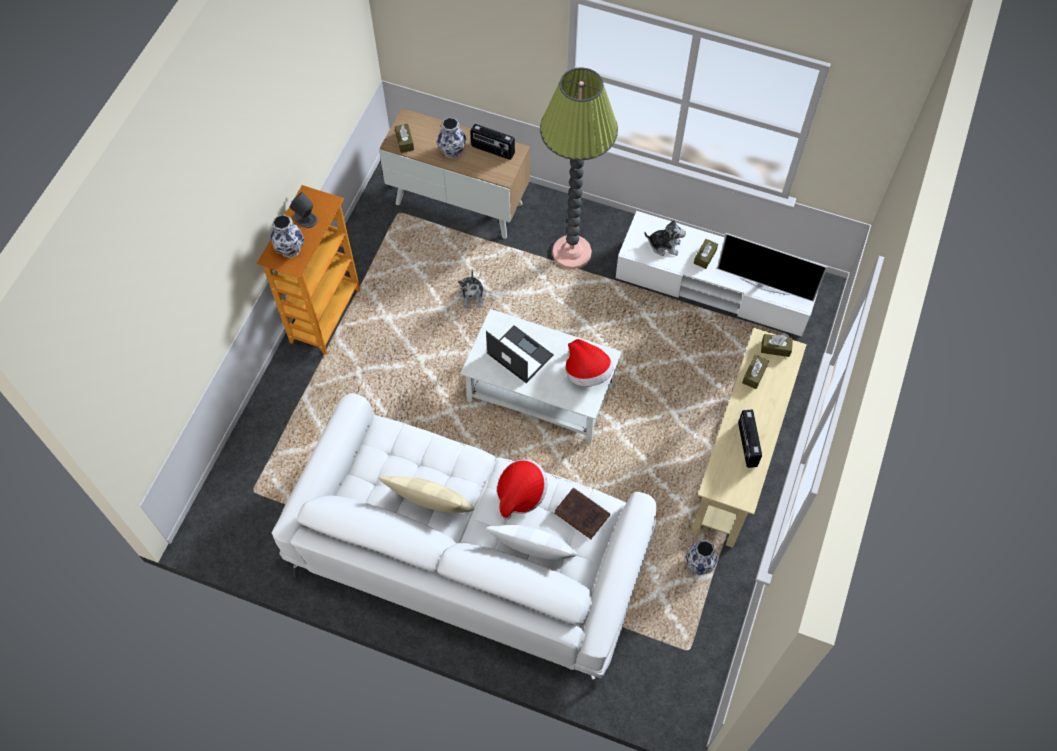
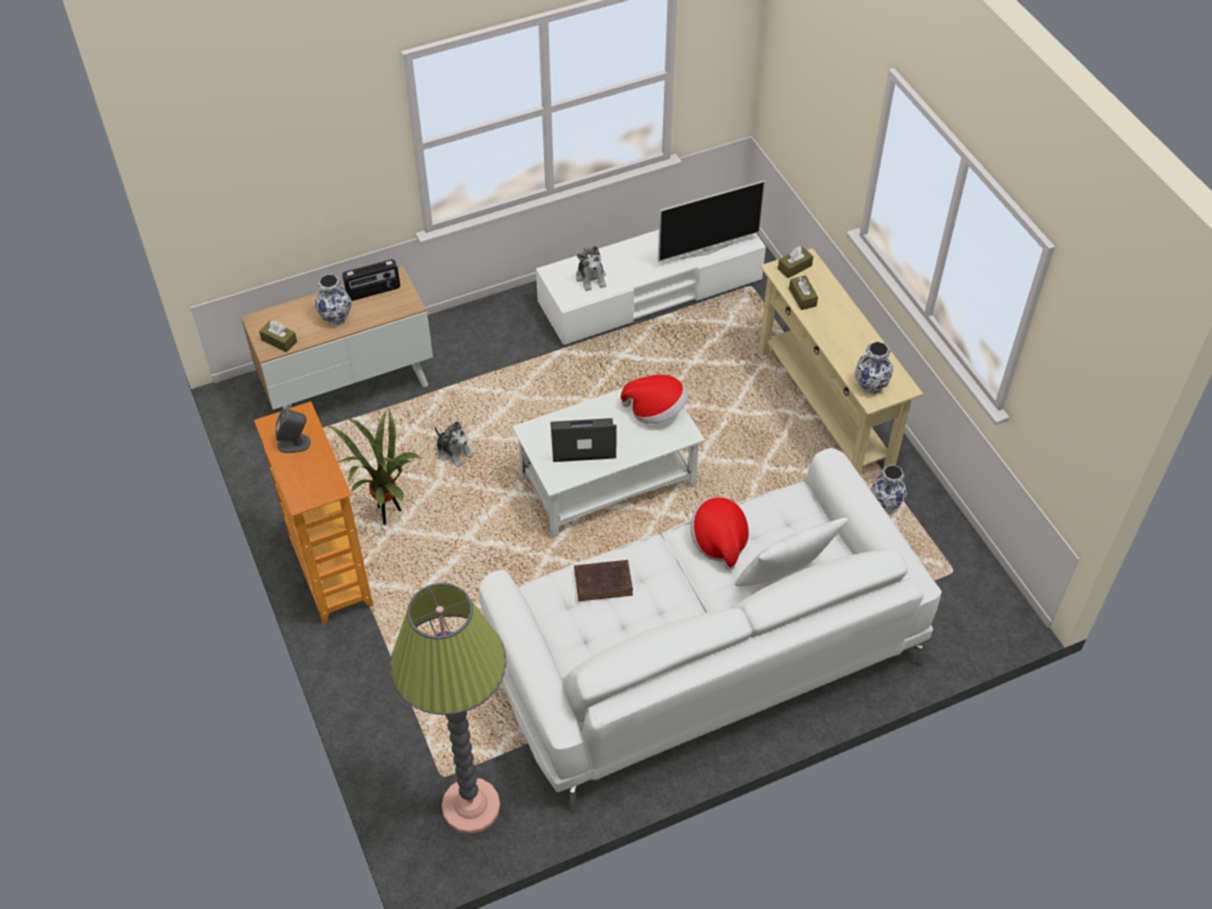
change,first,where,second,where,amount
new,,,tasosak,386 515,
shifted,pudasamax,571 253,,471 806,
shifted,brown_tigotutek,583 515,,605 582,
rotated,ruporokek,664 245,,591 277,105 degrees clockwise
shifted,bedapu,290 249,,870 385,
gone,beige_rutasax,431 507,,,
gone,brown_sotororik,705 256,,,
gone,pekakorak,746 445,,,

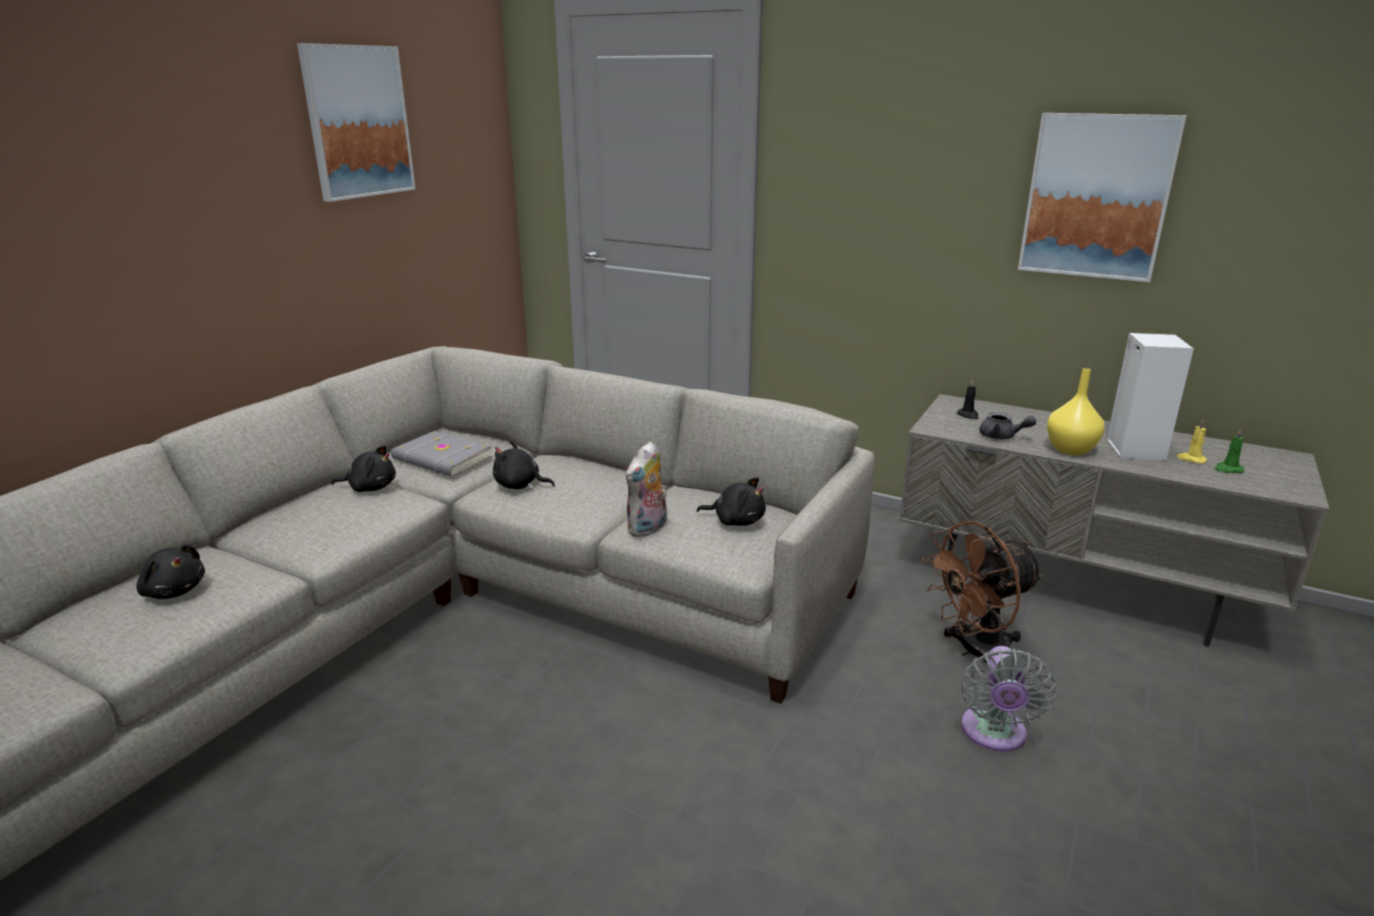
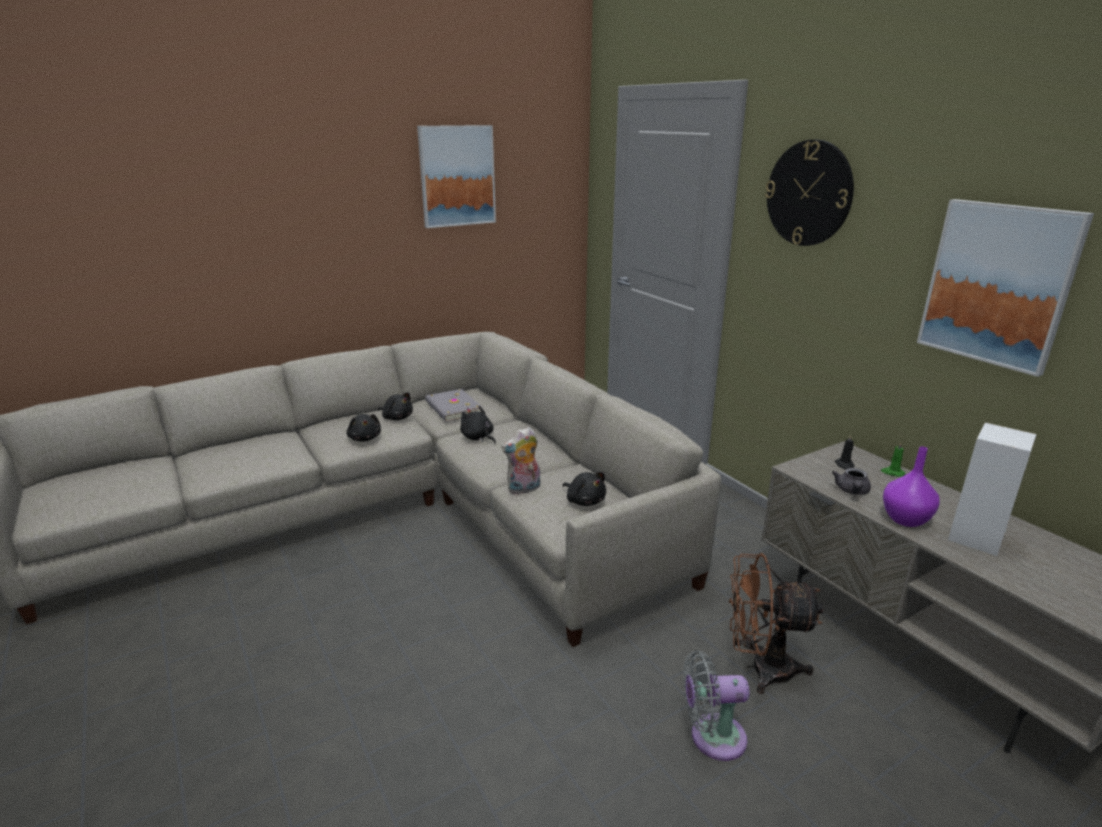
change,first,where,second,where,amount
shifted,black_ruporokek,174 591,,365 438,
rotated,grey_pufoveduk,993 734,,712 737,45 degrees clockwise
new,,,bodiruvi,809 193,
rotated,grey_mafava,1002 437,,852 491,45 degrees clockwise
shifted,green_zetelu,1228 469,,892 472,
repainted,yellow_bedapu,1069 449,purple_bedapu,904 519,
gone,yellow_zetelu,1191 459,,,

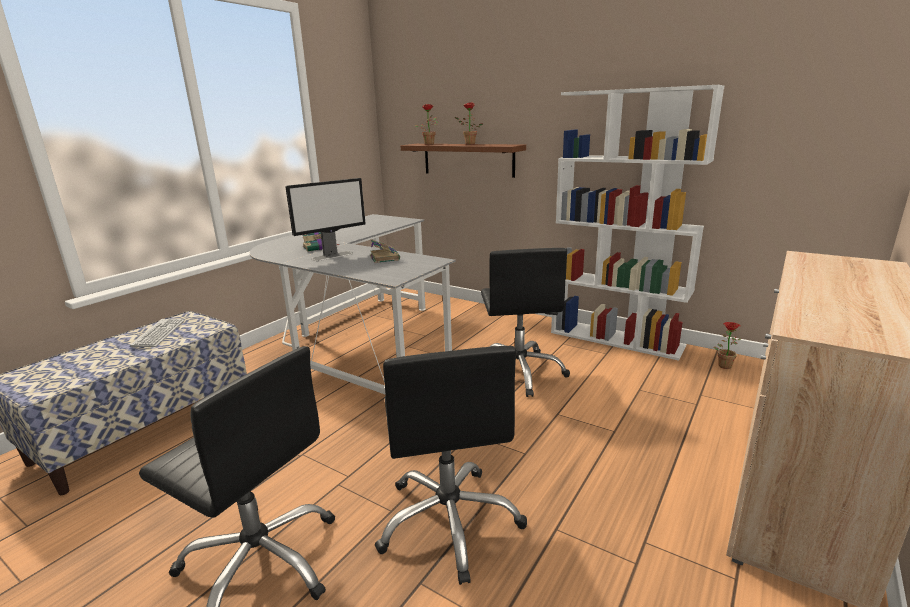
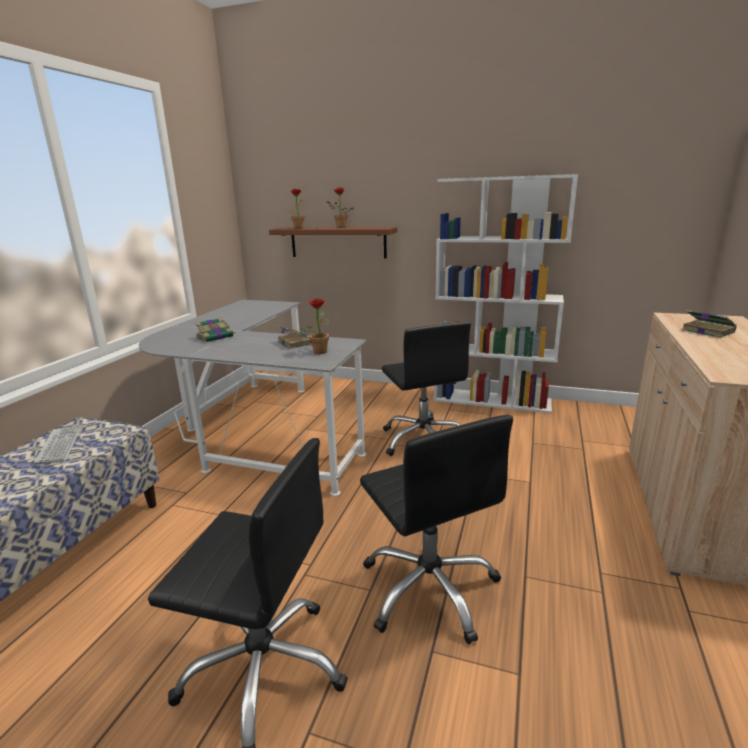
change,first,where,second,where,amount
shifted,tasosak,723 365,,320 351,
new,,,tigotutek,706 331,
gone,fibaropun,332 256,,,

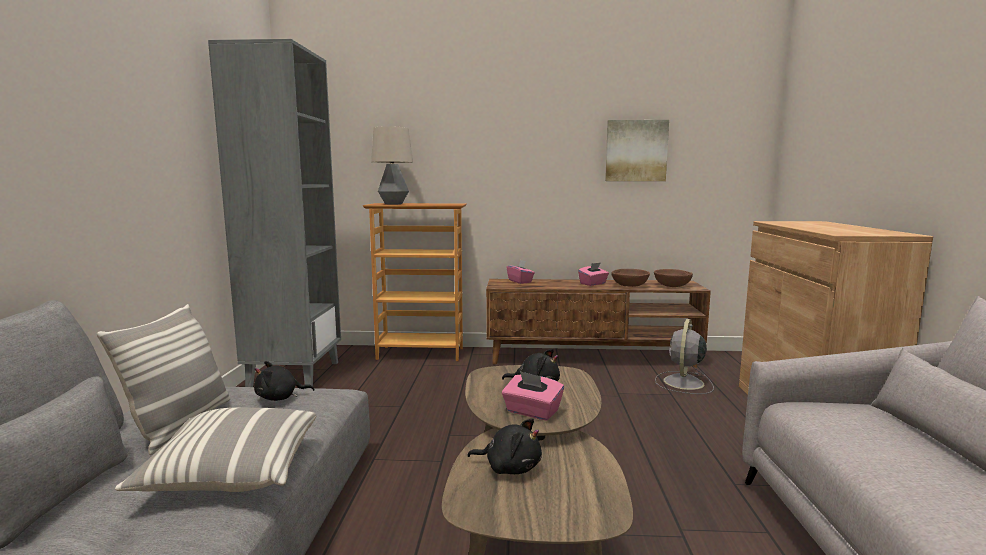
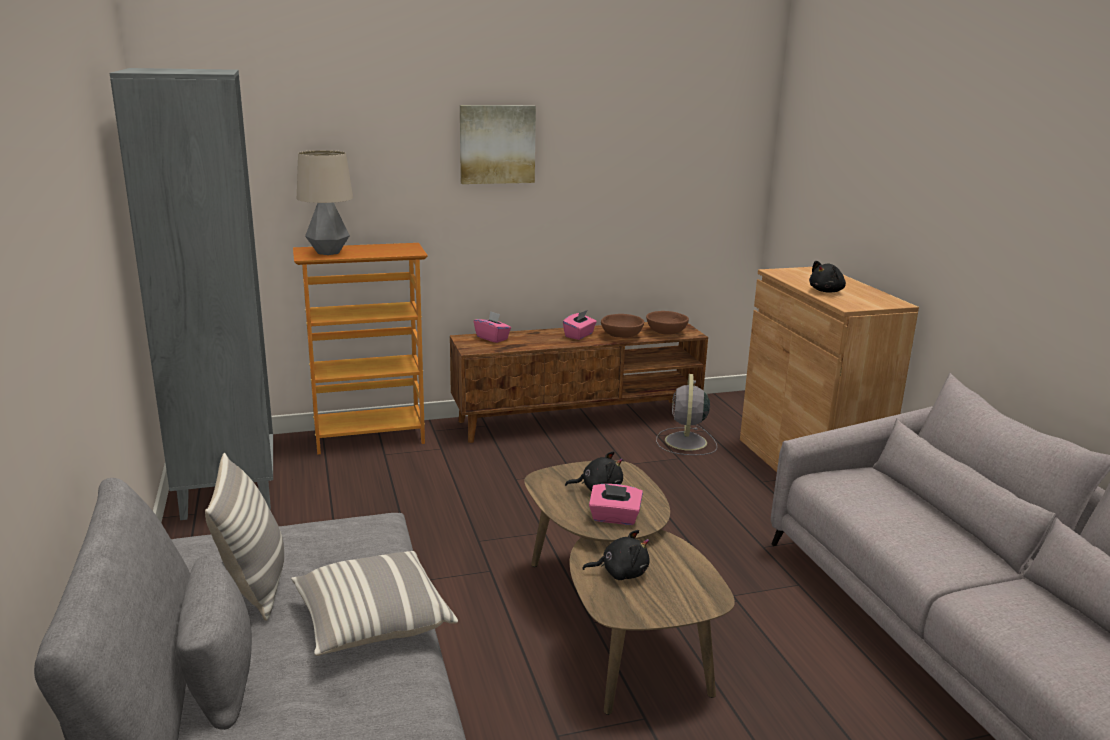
change,first,where,second,where,amount
shifted,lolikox,636 151,,497 144,
shifted,black_ruporokek,280 398,,827 291,

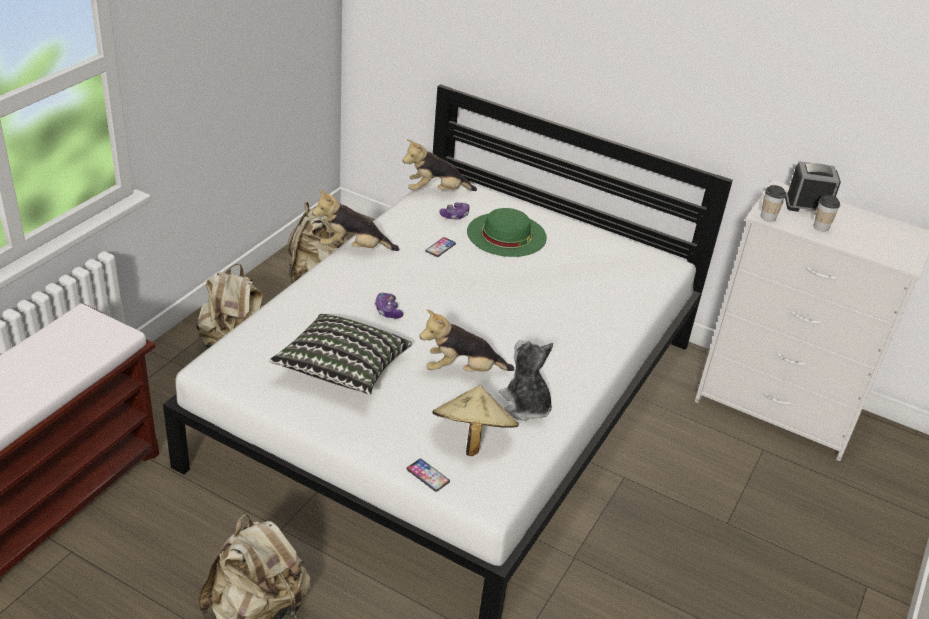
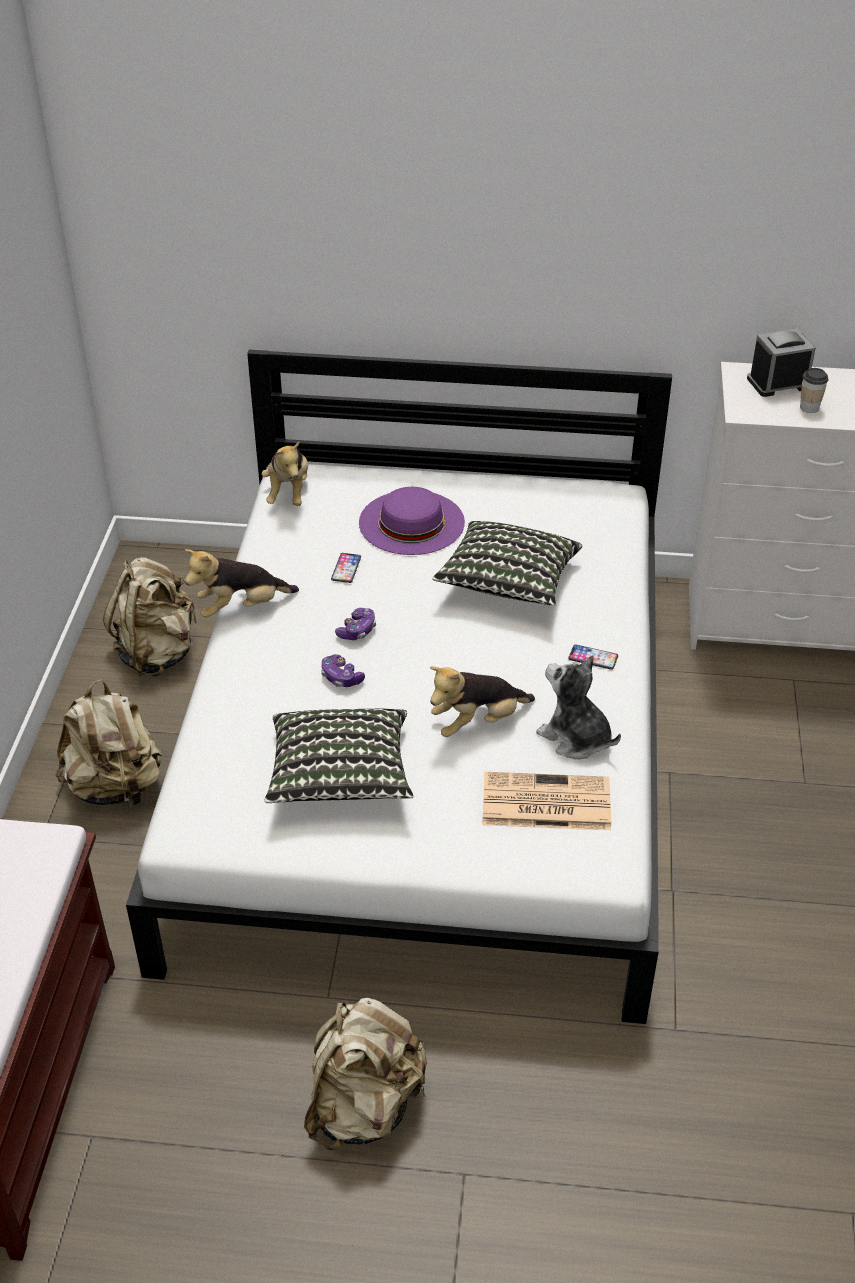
change,first,where,second,where,amount
rotated,ruporokek,436 192,,288 492,60 degrees counterclockwise
shifted,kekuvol,455 216,,357 630,
repainted,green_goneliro,506 234,purple_goneliro,411 522,
new,,,rutasax,508 583,
swapped,beige_goneliro,472 438,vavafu,544 803,
shifted,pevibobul,428 475,,593 658,
gone,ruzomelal,768 217,,,

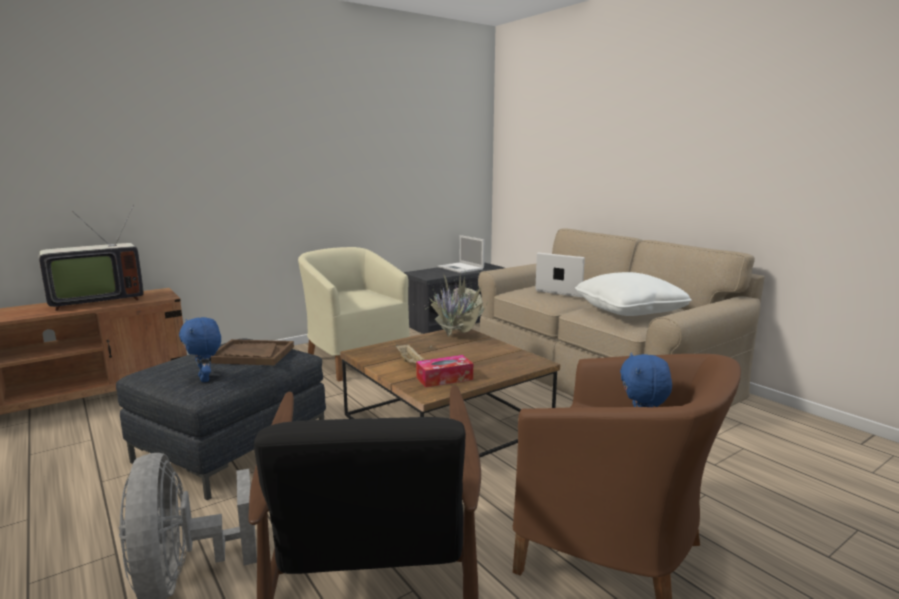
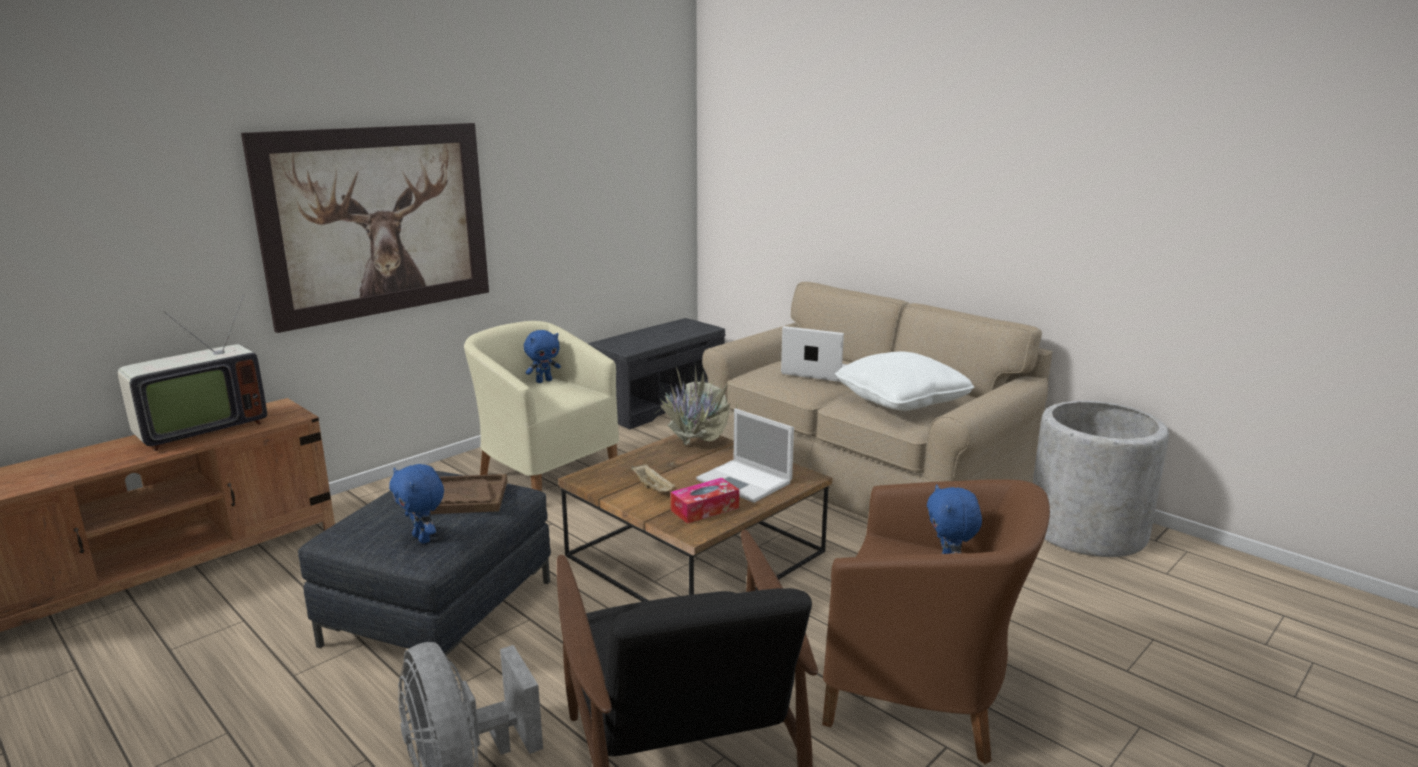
change,first,where,second,where,amount
new,,,lolikox,378 221,
new,,,blue_ruporokek,544 381,
shifted,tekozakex,461 268,,745 481,
new,,,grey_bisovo,1087 530,

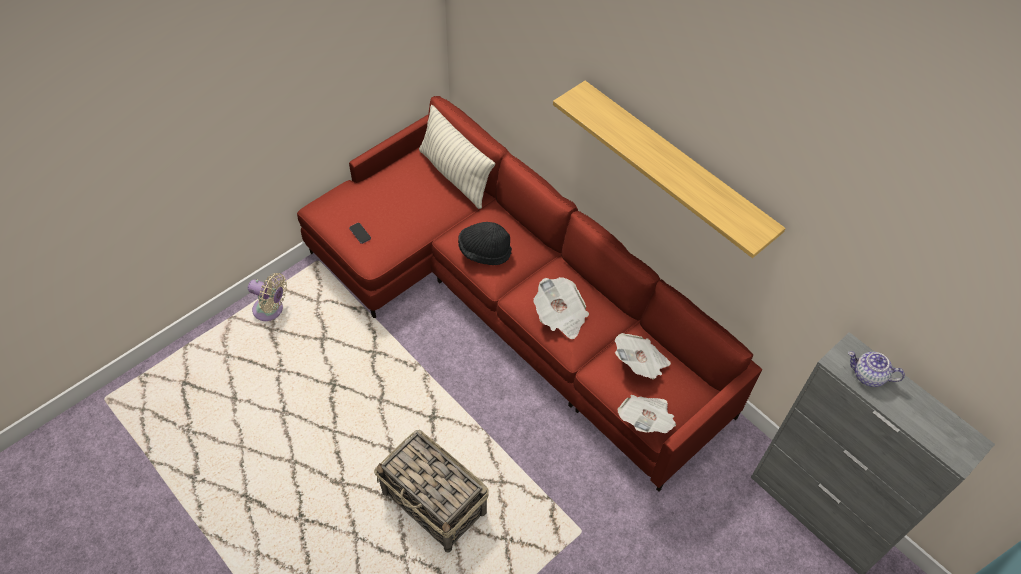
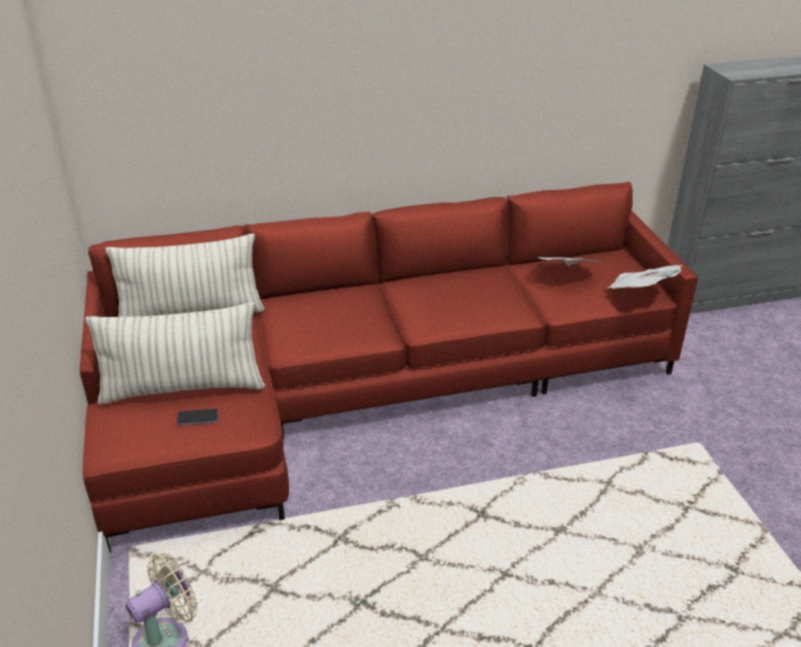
change,first,where,second,where,amount
new,,,rutasax,183 388,
gone,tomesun,435 503,,,
gone,black_goneliro,484 251,,,
gone,vavafu,560 316,,,
gone,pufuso,675 166,,,
gone,mafava,868 376,,,

